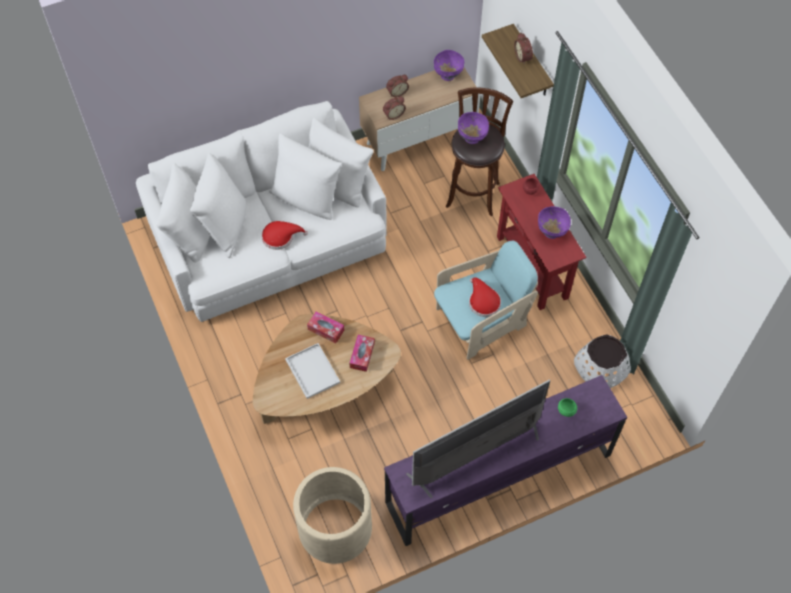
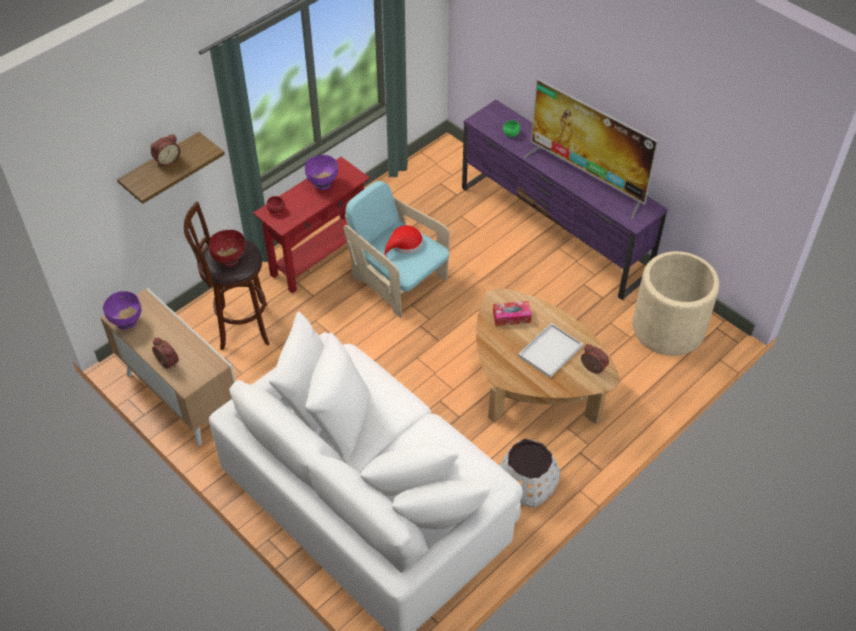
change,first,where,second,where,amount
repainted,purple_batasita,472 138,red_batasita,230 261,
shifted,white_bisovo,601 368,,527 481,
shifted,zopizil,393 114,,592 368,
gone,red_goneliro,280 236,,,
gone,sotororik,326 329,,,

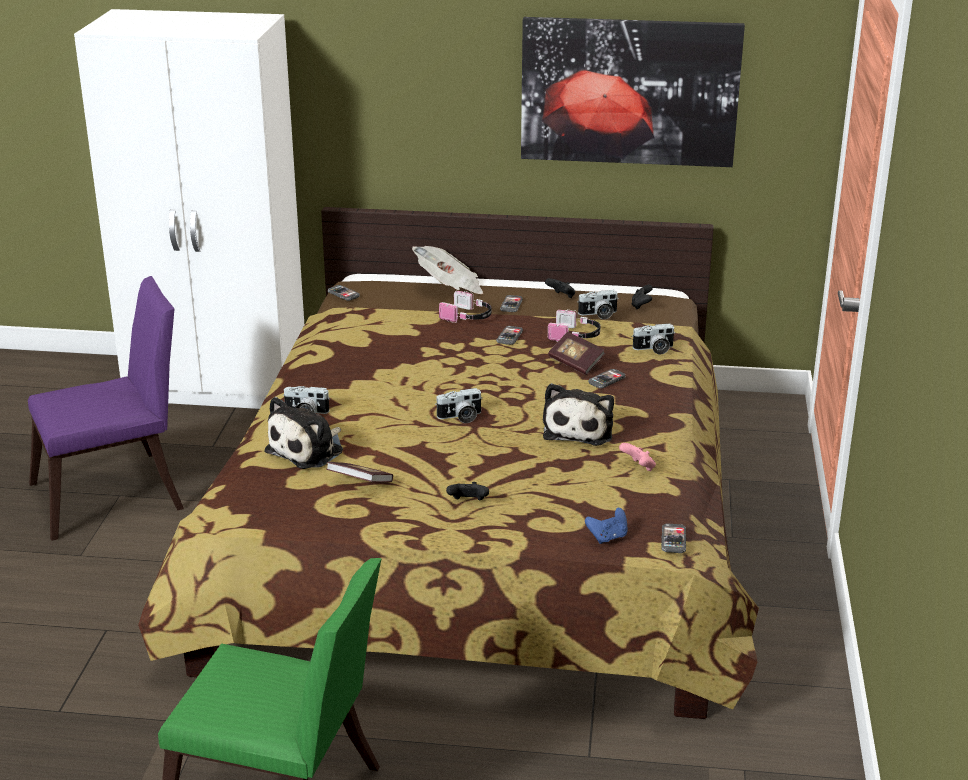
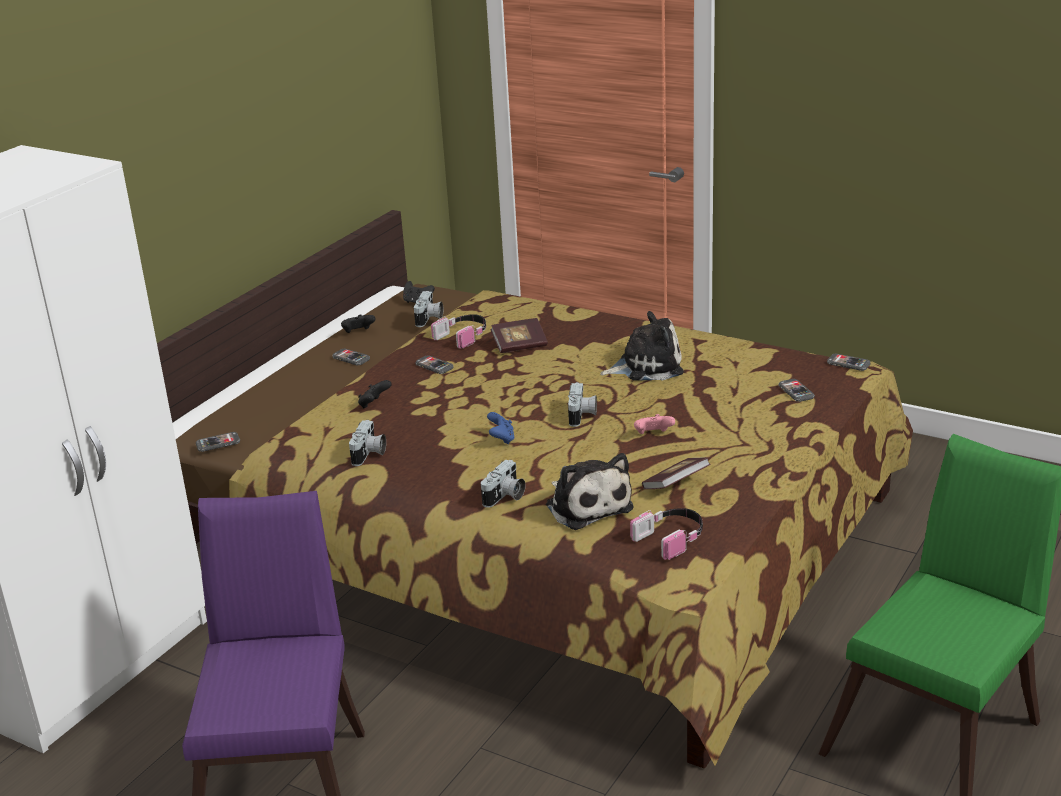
change,first,where,second,where,amount
shifted,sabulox,654 349,,369 454,
shifted,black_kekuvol,468 502,,374 404,
shifted,blue_kekuvol,608 537,,501 439,
rotated,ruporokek,579 429,,646 366,45 degrees counterclockwise
shifted,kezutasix,468 317,,671 539,
shifted,pink_kekuvol,638 467,,653 435,
shifted,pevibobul,606 380,,796 391,
gone,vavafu,449 288,,,
gone,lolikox,629 91,,,

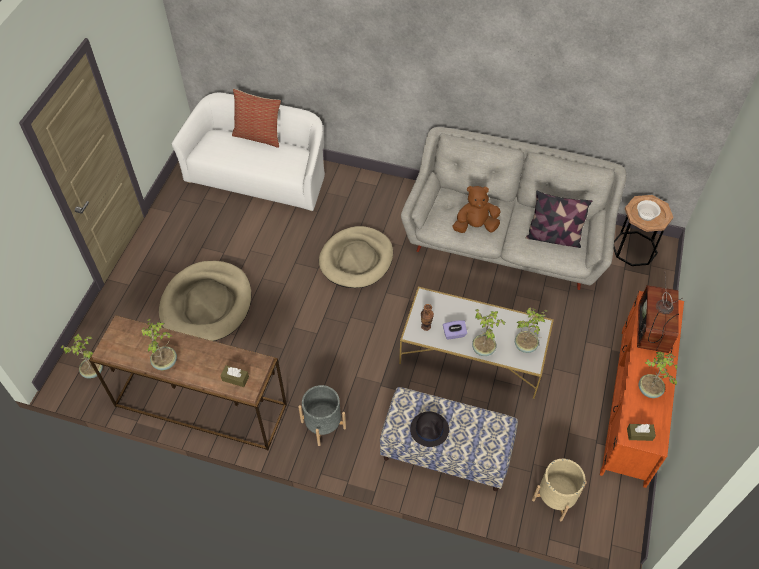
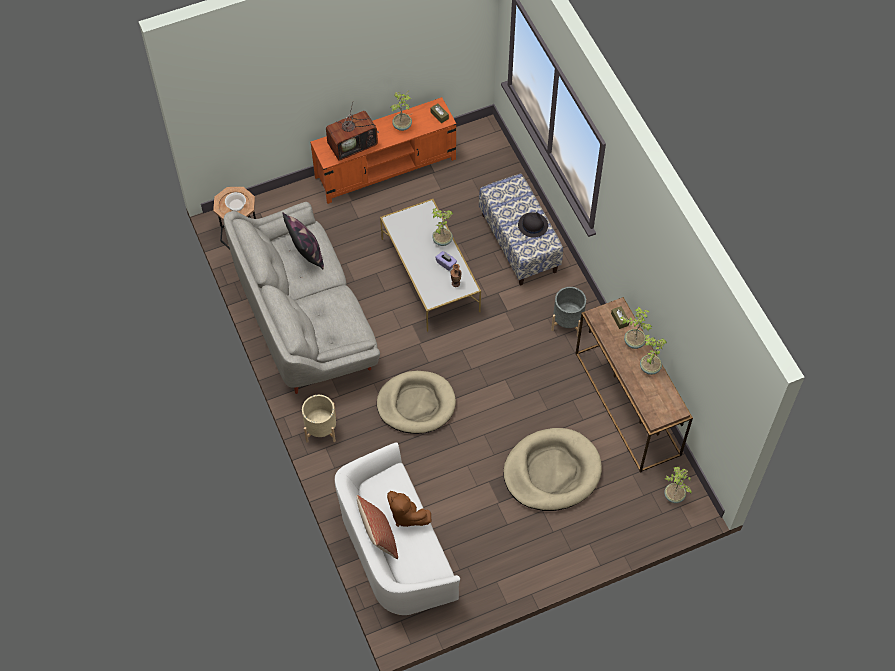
change,first,where,second,where,amount
shifted,beige_bisovo,555 497,,321 429,
shifted,brown_ruporokek,475 226,,406 515,
shifted,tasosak,526 346,,634 341,

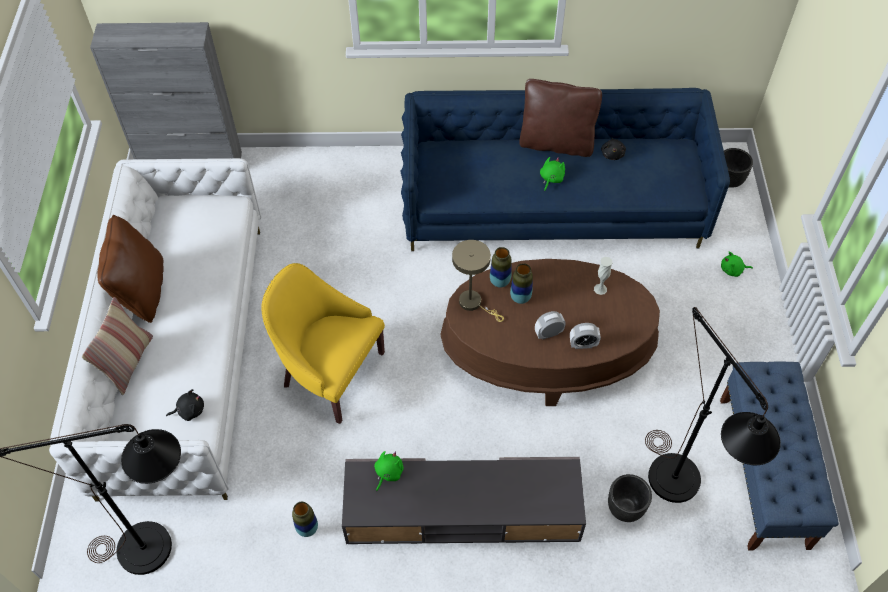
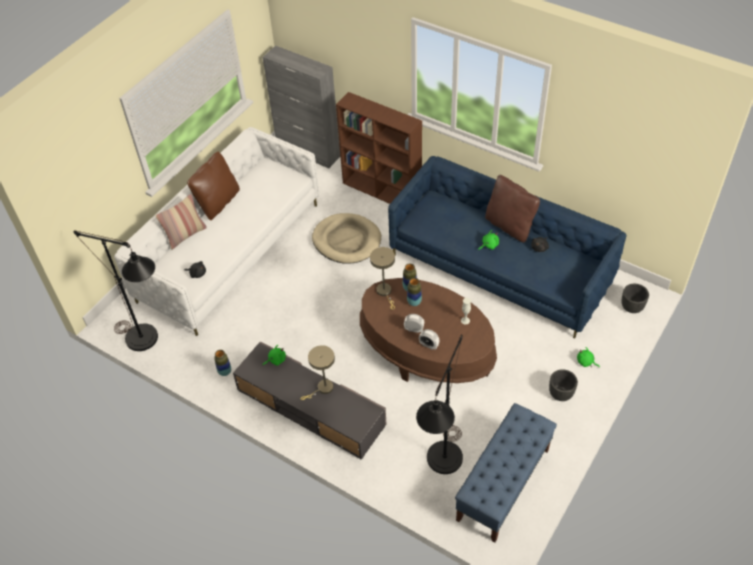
change,first,where,second,where,amount
new,,,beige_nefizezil,323 389,
new,,,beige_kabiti,347 240,
new,,,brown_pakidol,382 191,
shifted,black_bisovo,625 508,,561 394,
gone,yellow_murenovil,330 372,,,

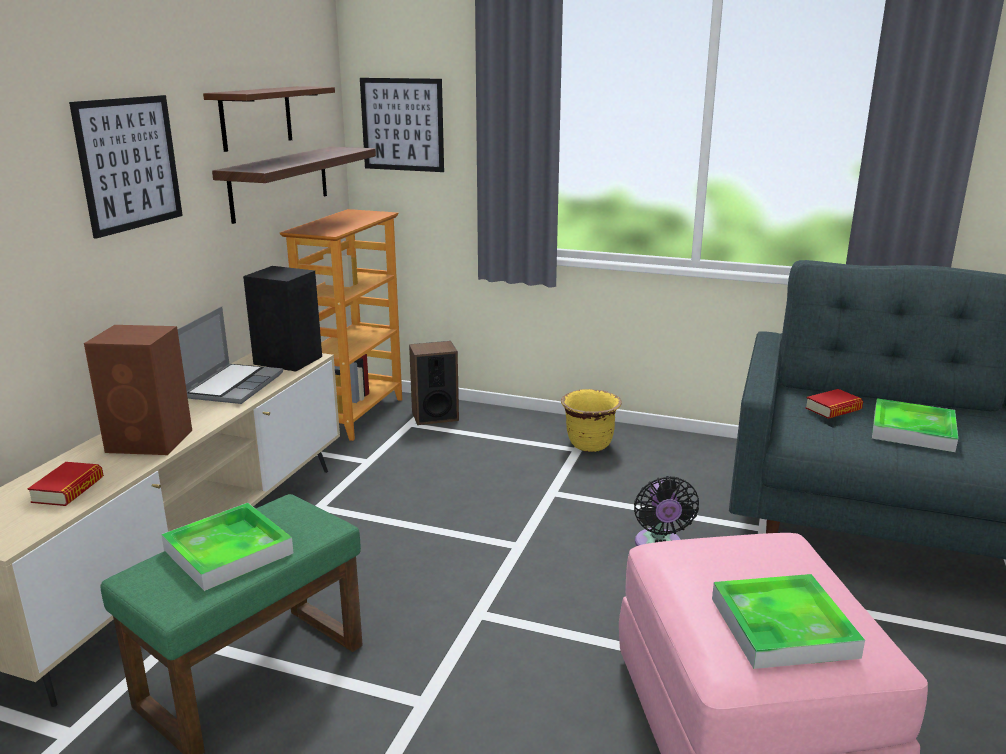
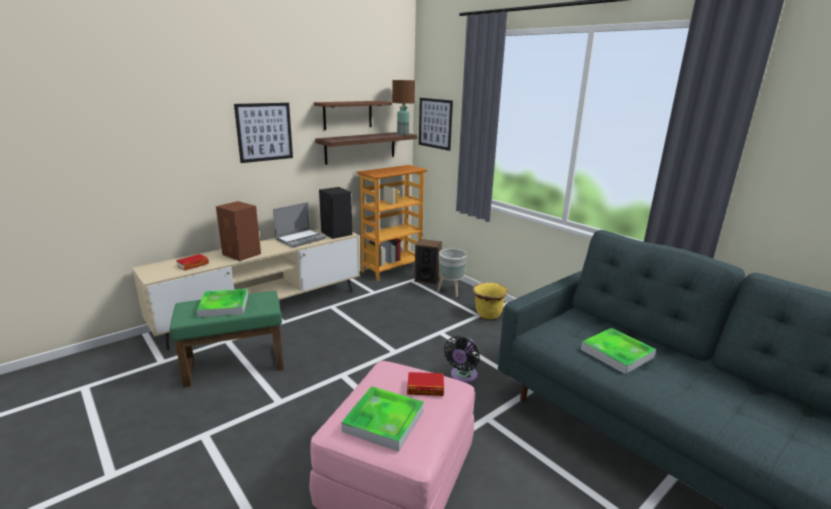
change,first,where,second,where,amount
new,,,brown_nefizezil,403 134,
shifted,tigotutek,833 409,,425 388,
new,,,grey_bisovo,450 292,

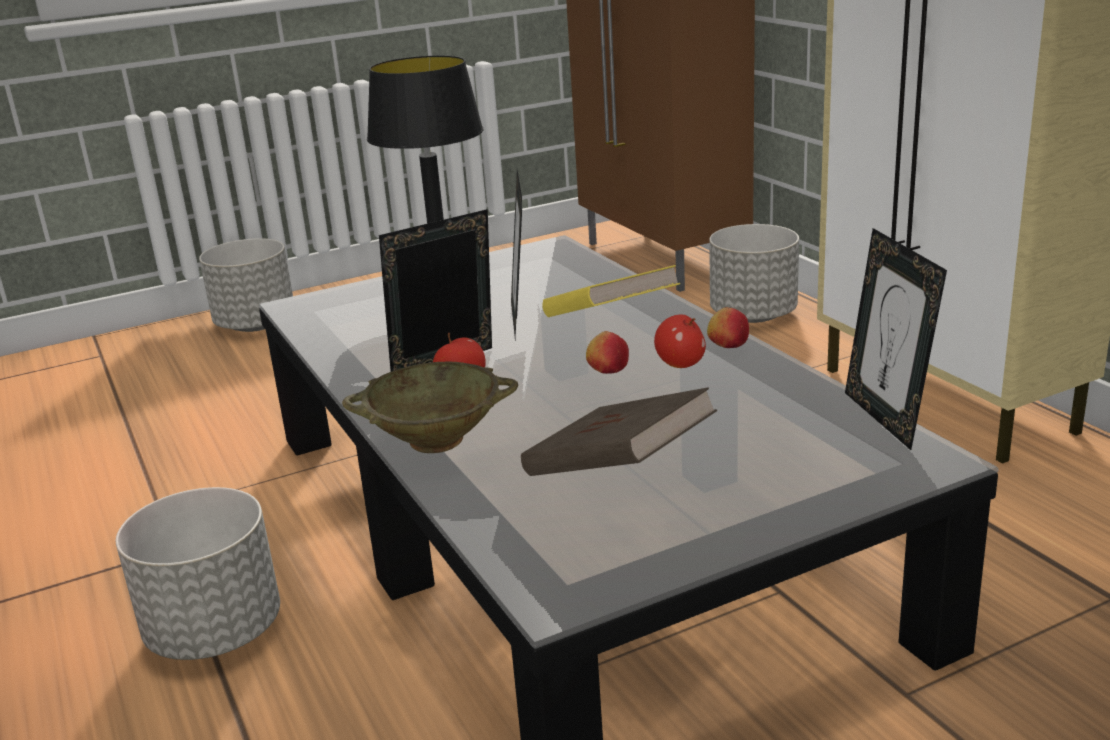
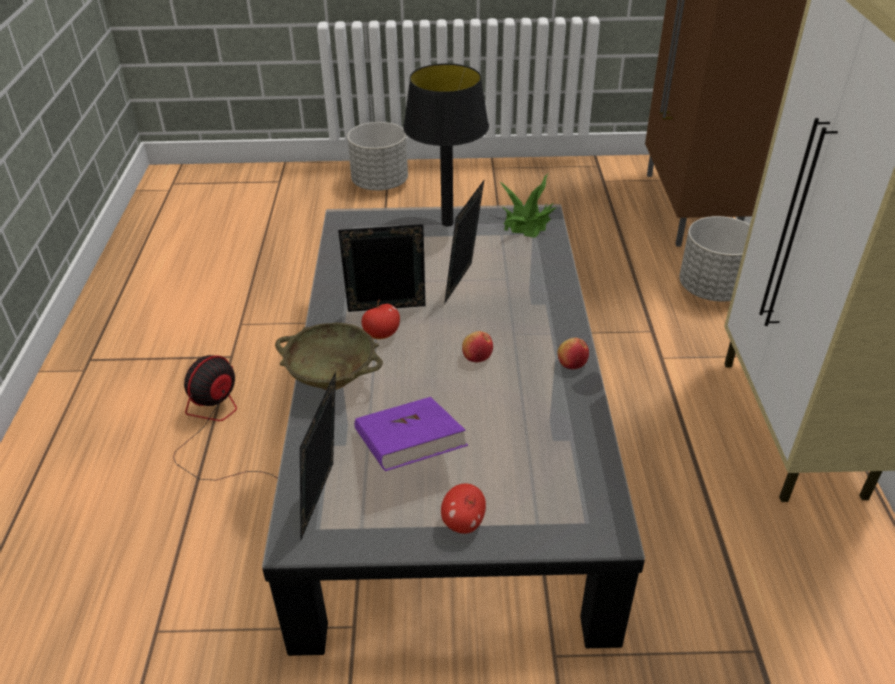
change,first,where,second,where,amount
swapped,grey_bisovo,215 632,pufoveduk,216 427,
shifted,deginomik,886 418,,325 502,
repainted,brown_tigotutek,618 472,purple_tigotutek,409 452,
shifted,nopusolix,680 364,,463 523,
new,,,tasosak,527 222,
gone,yellow_tigotutek,609 323,,,

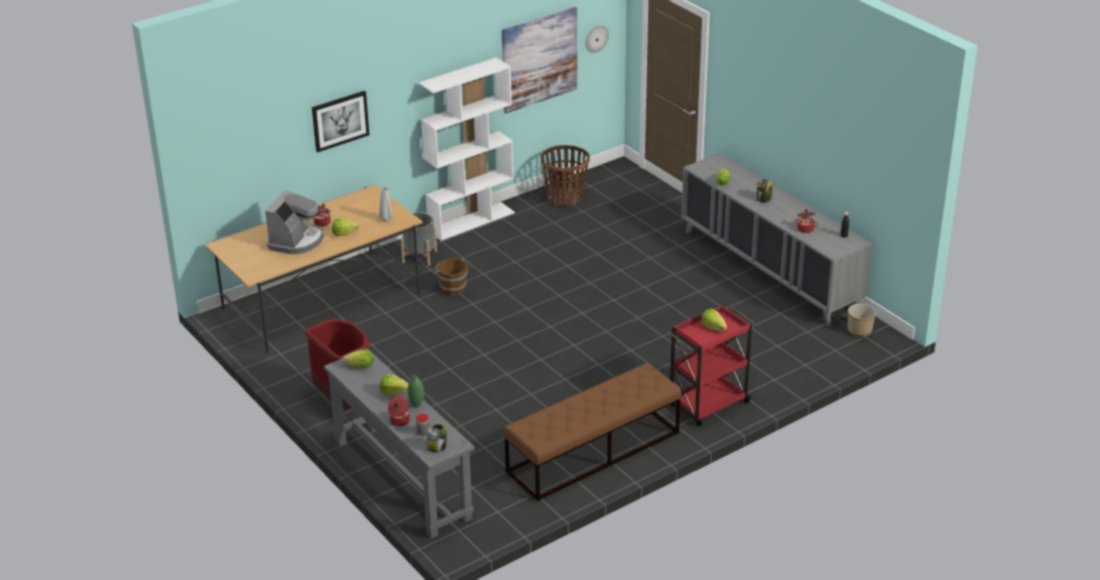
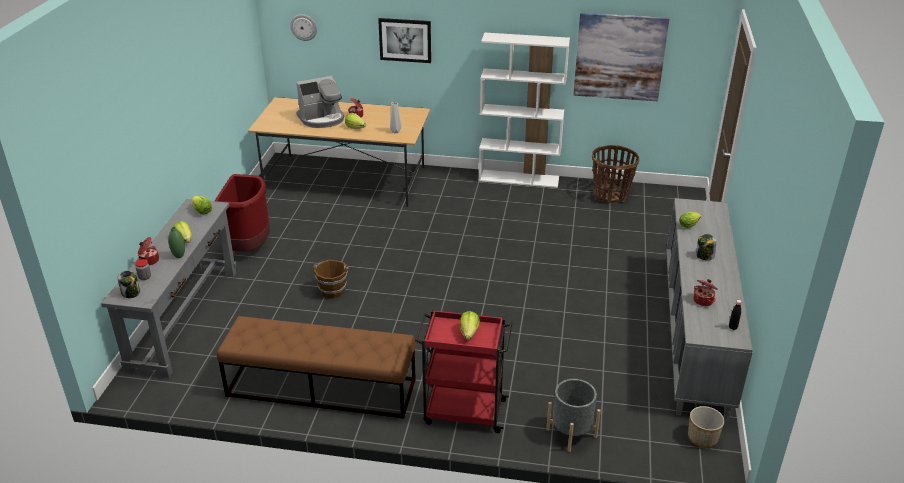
change,first,where,second,where,amount
shifted,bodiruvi,596 38,,304 27,
shifted,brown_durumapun,452 288,,332 290,
shifted,grey_bisovo,419 257,,571 433,

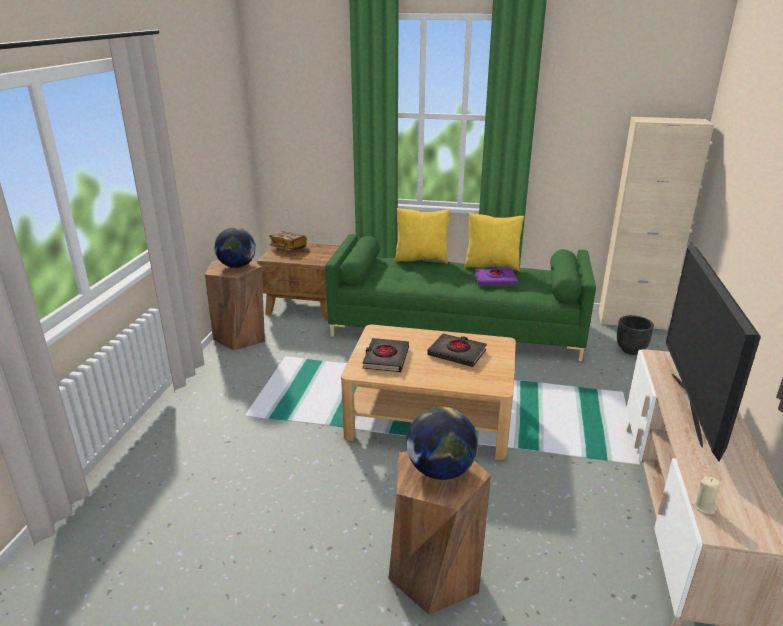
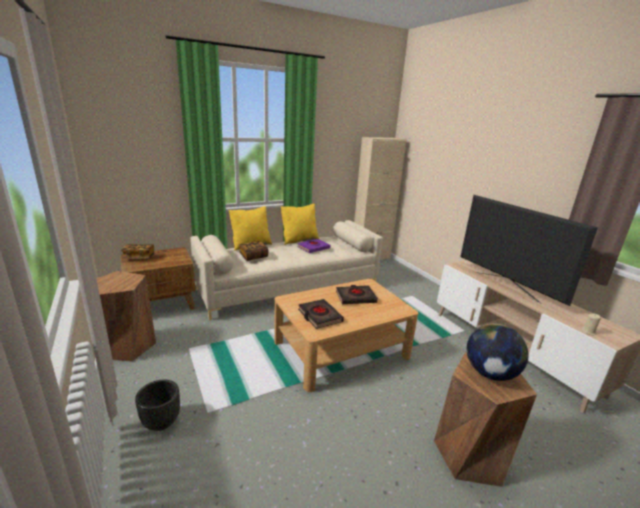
change,first,where,second,where,amount
shifted,black_bisovo,630 350,,161 422,
repainted,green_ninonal,457 327,beige_ninonal,289 287,
new,,,tigotutek,253 256,
gone,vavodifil,237 266,,,

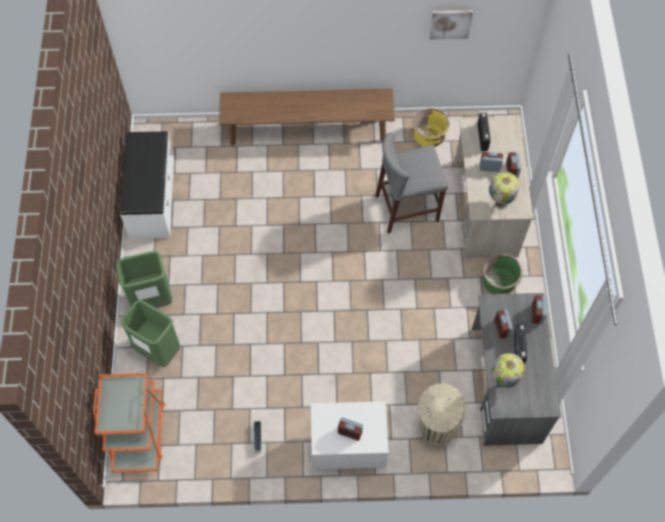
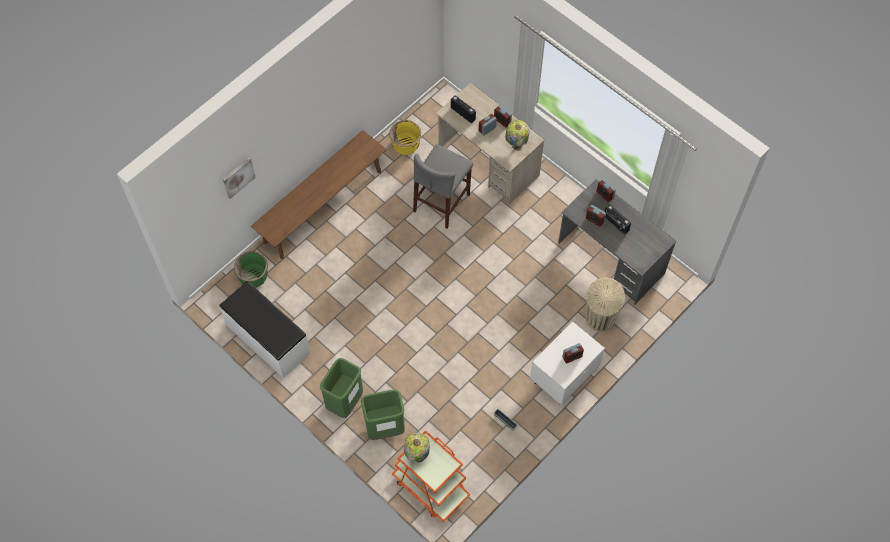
change,first,where,second,where,amount
shifted,lolikox,450 23,,238 177,
shifted,green_bisovo,498 282,,253 276,
shifted,nefizezil,502 381,,416 456,

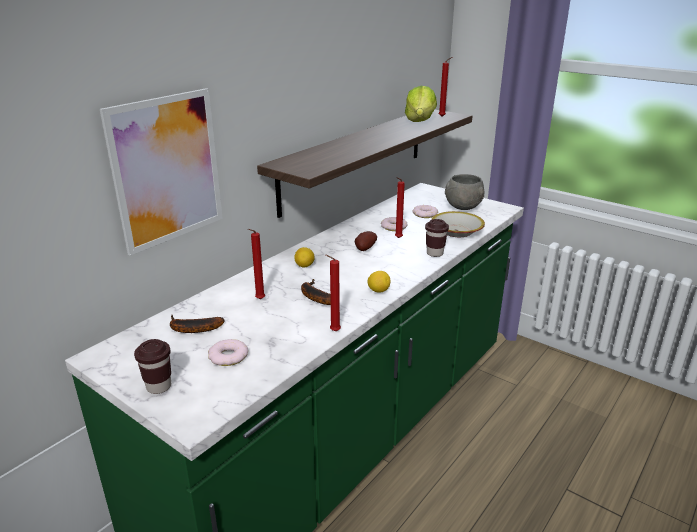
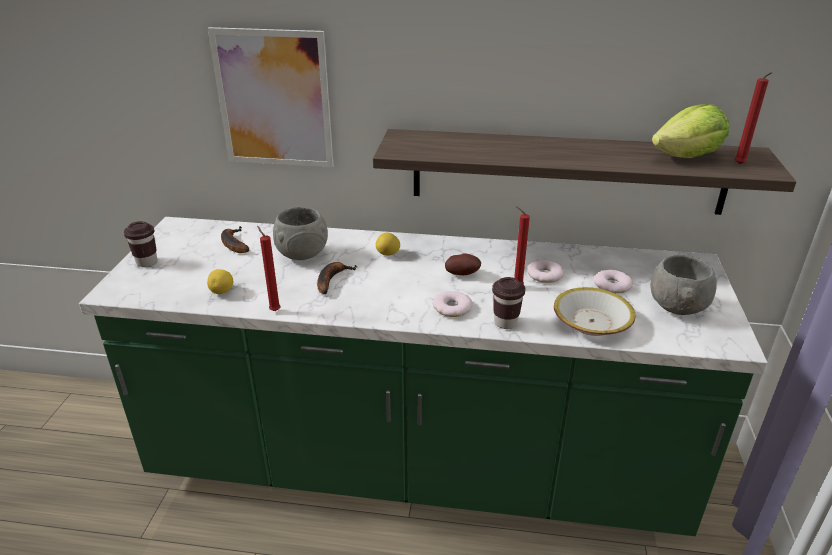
change,first,where,second,where,amount
shifted,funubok,378 291,,222 292,
swapped,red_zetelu,259 300,grey_batasita,302 254,
shifted,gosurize,228 356,,452 308,

